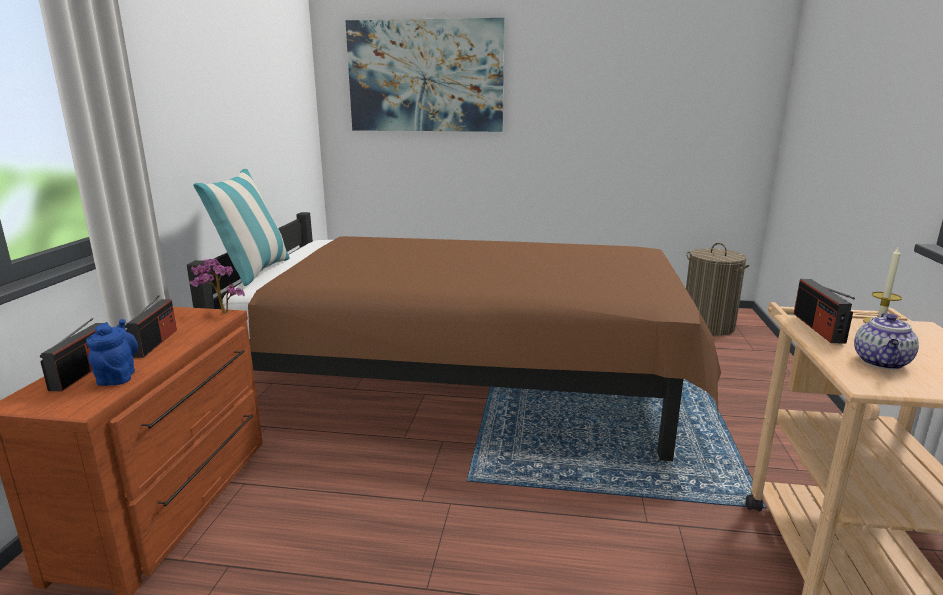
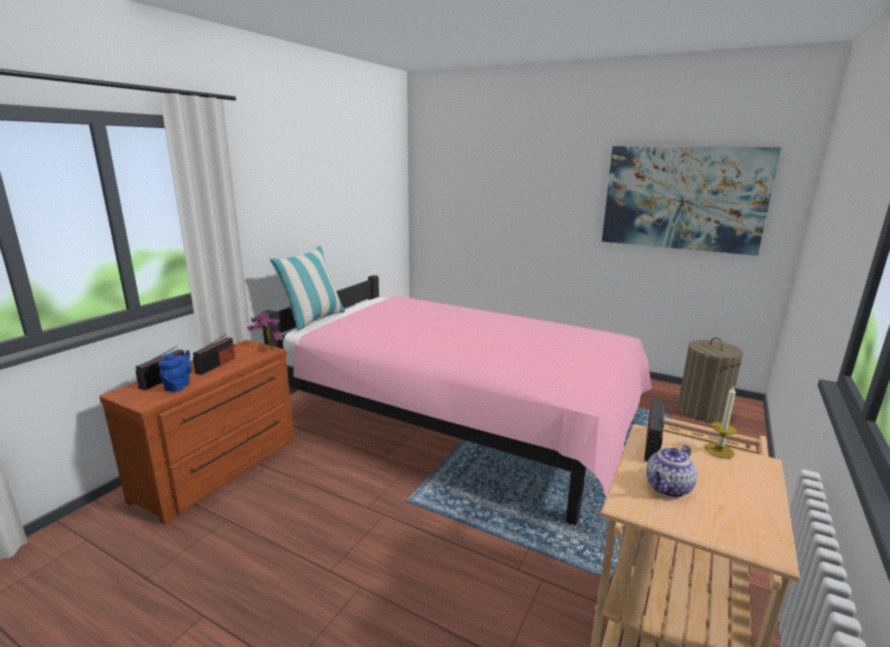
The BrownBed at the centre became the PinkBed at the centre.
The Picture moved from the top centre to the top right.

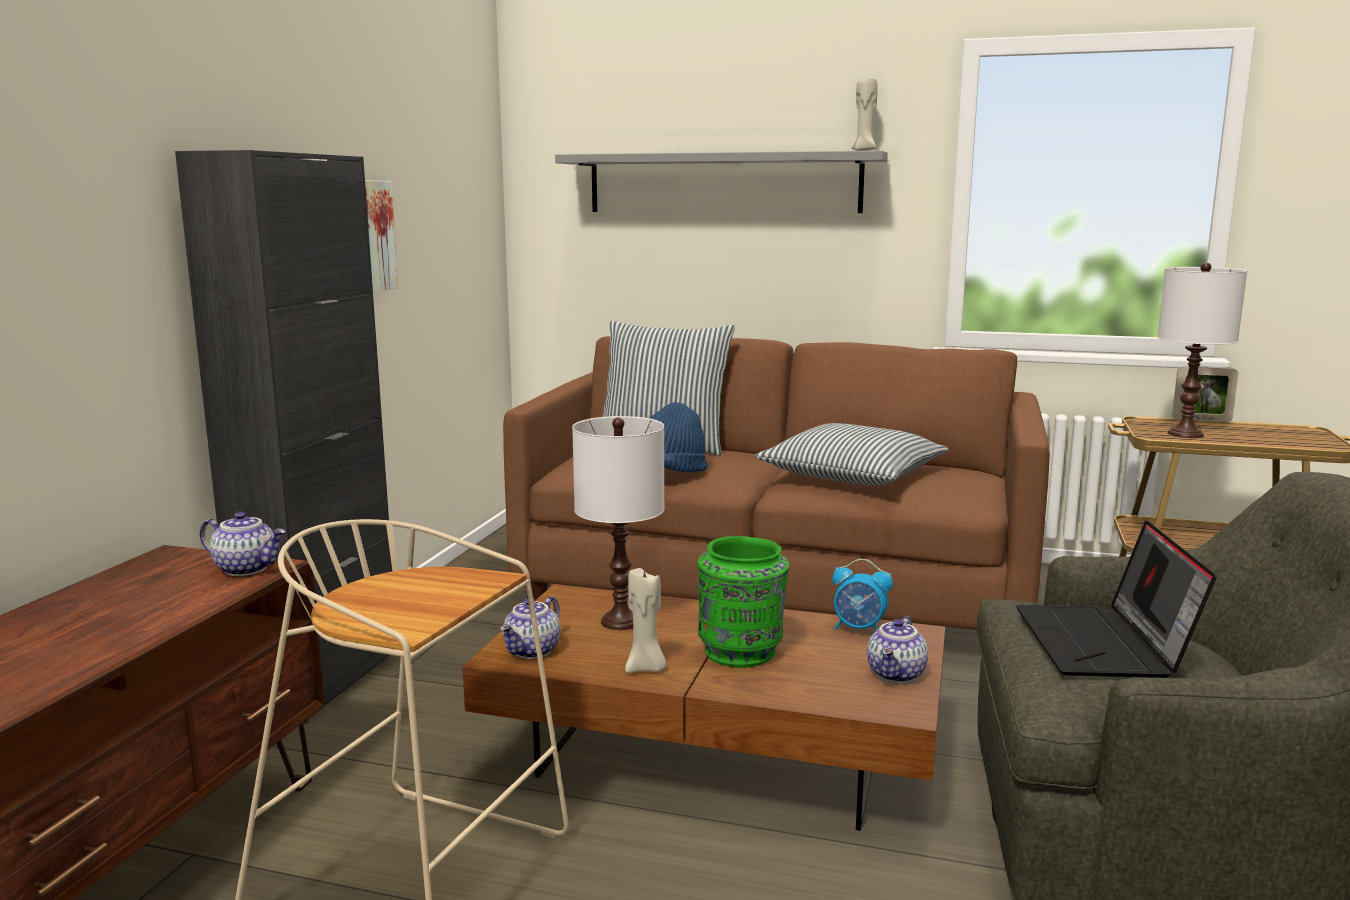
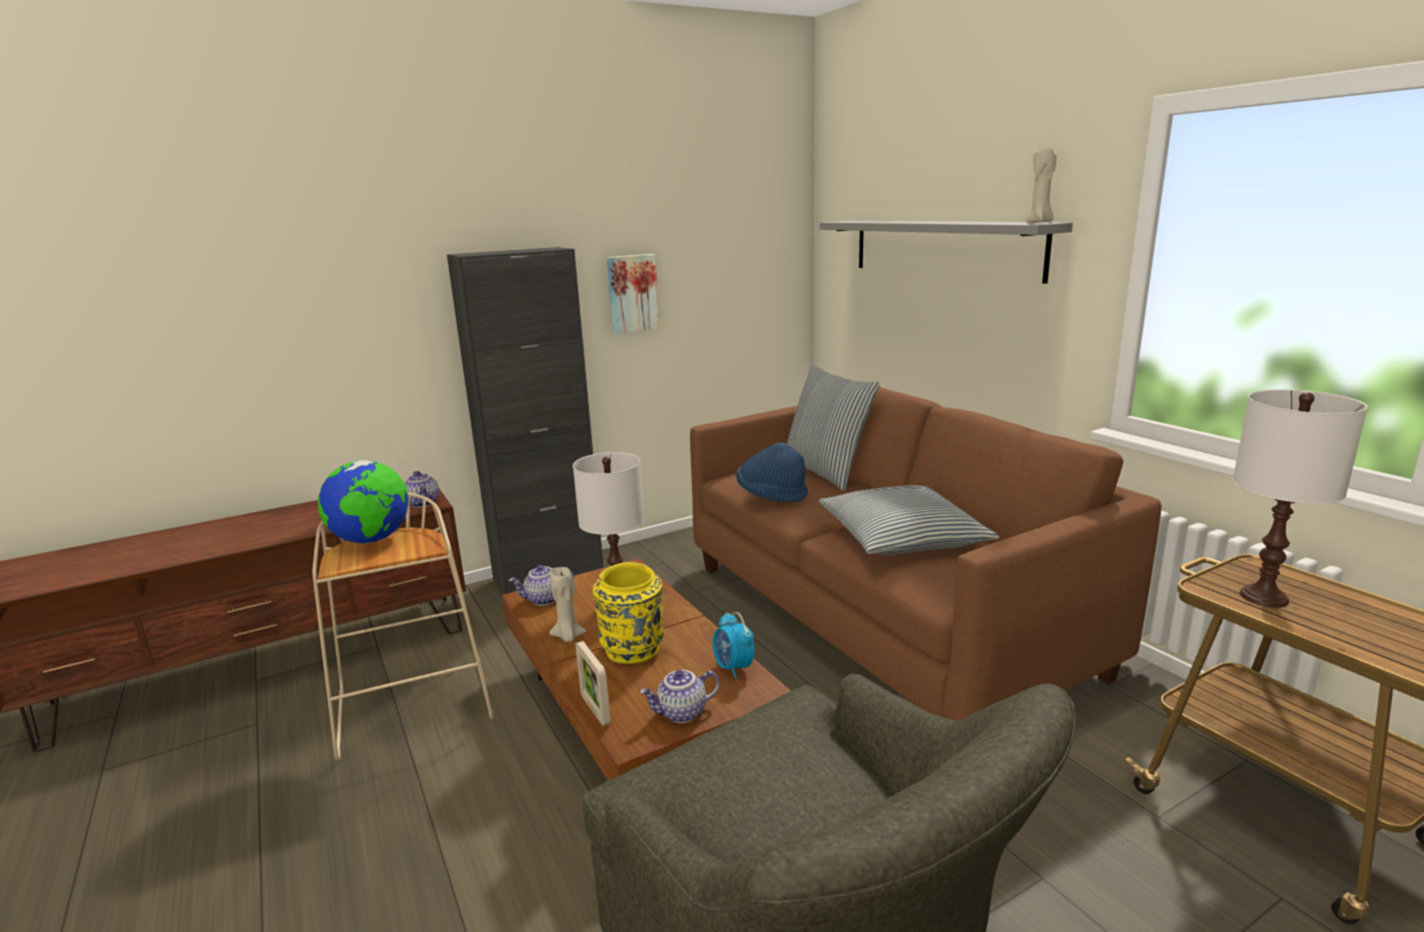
The GreenVase at the bottom centre became the YellowVase at the centre.
The Laptop at the middle right disappeared.
The PictureFrame moved from the middle right to the bottom centre.
The Globe at the middle left appeared.

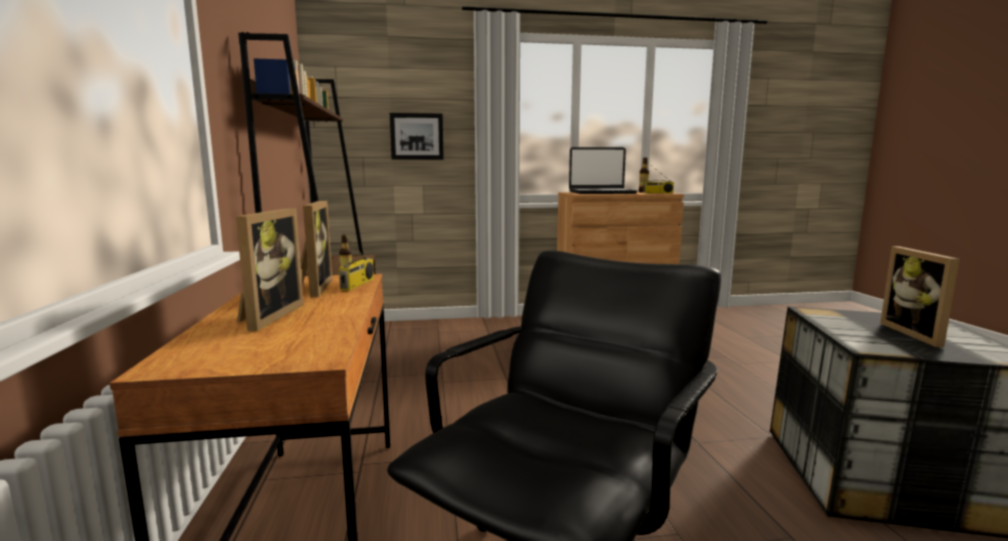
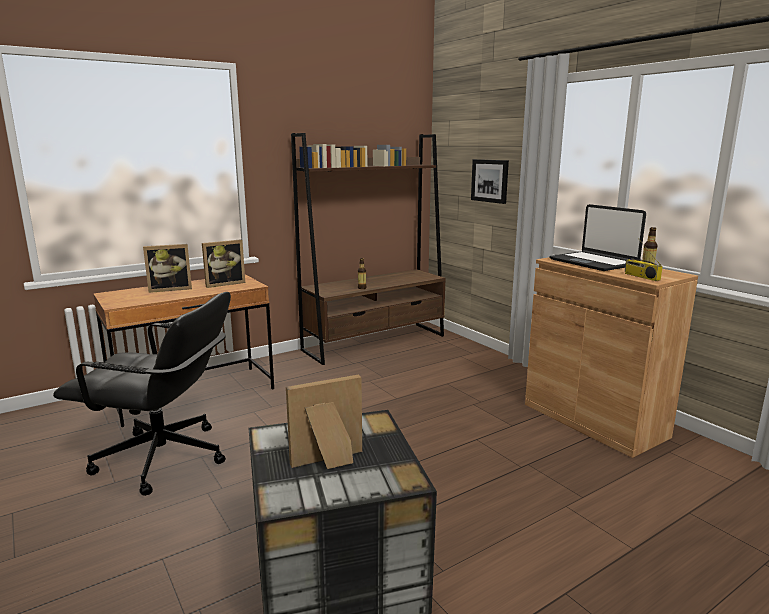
The Radio (no. 1 from left) at the centre disappeared.

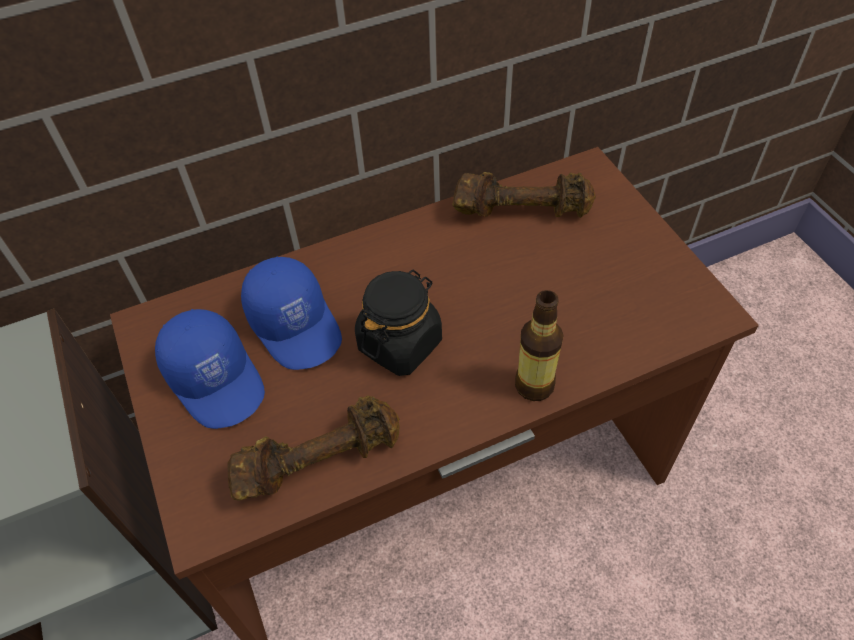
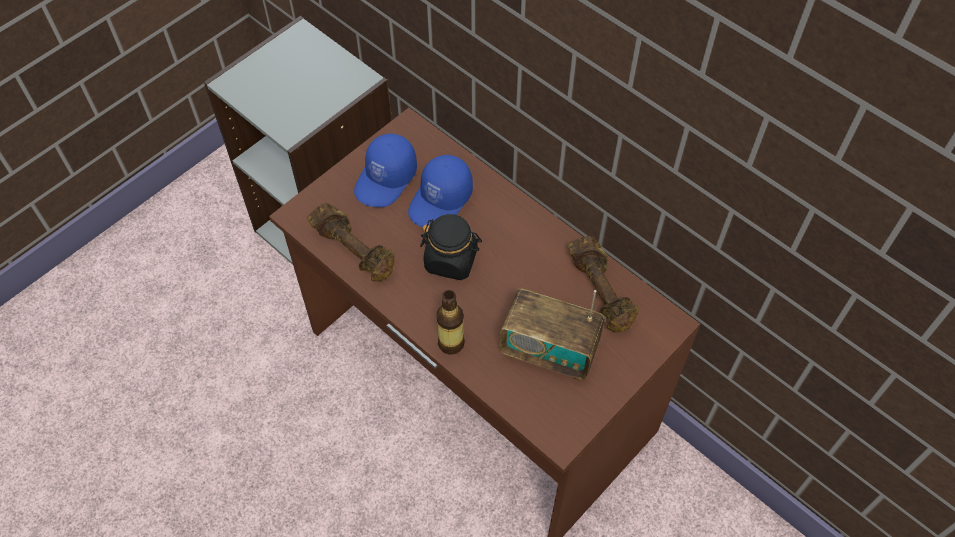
The Radio at the centre appeared.

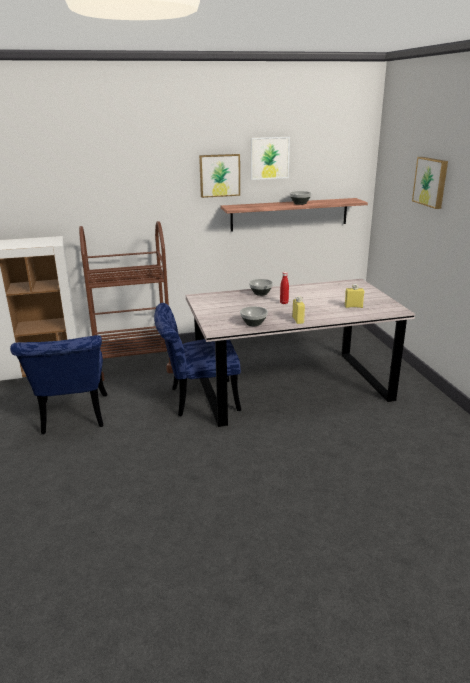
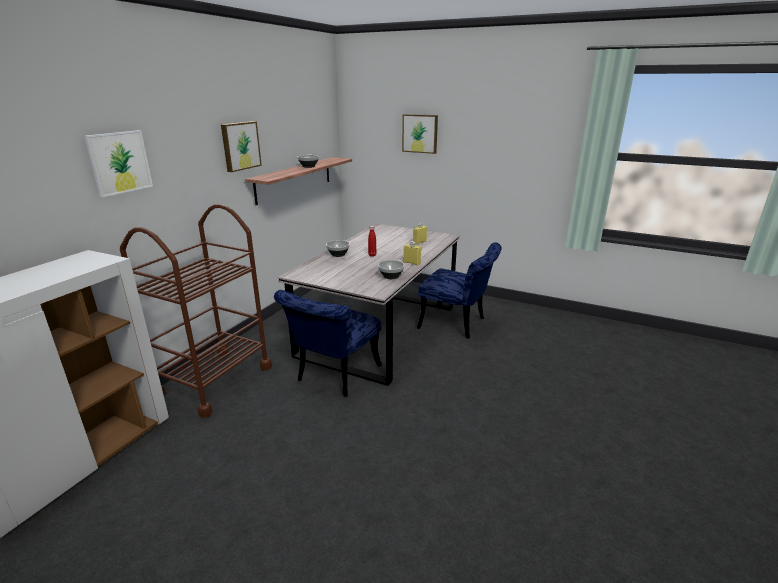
The BlueChair (no. 1 from left in the first image) moved from the middle left to the centre.
The Picture (no. 2 from left in the first image) moved from the top centre to the top left.

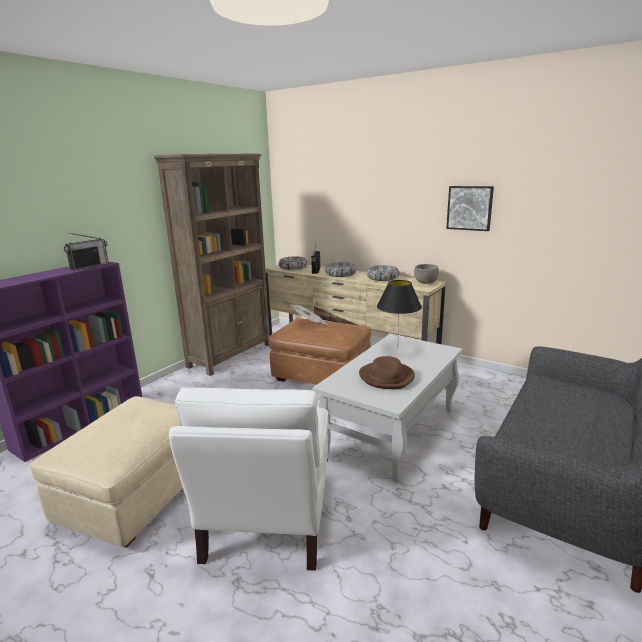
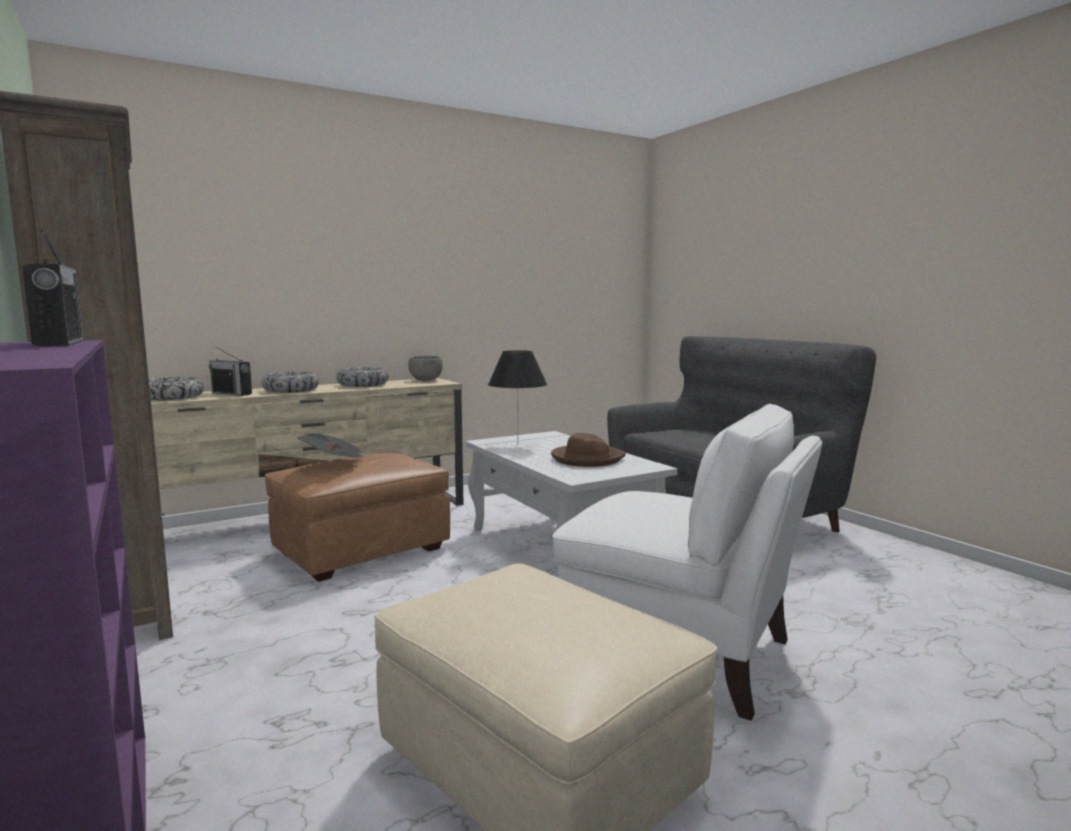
The Picture at the top right disappeared.

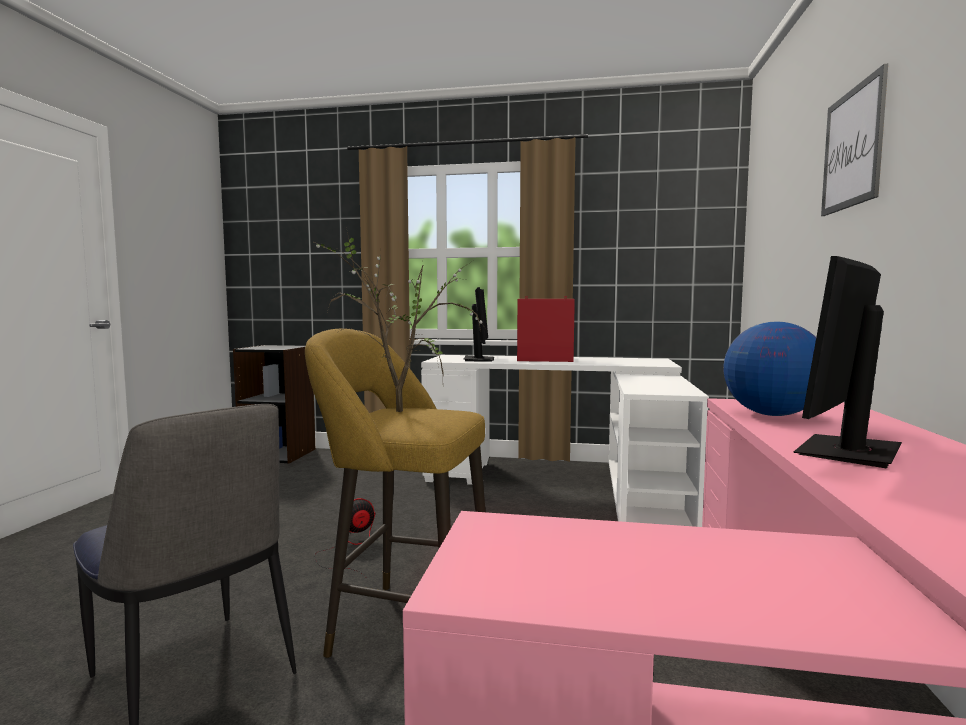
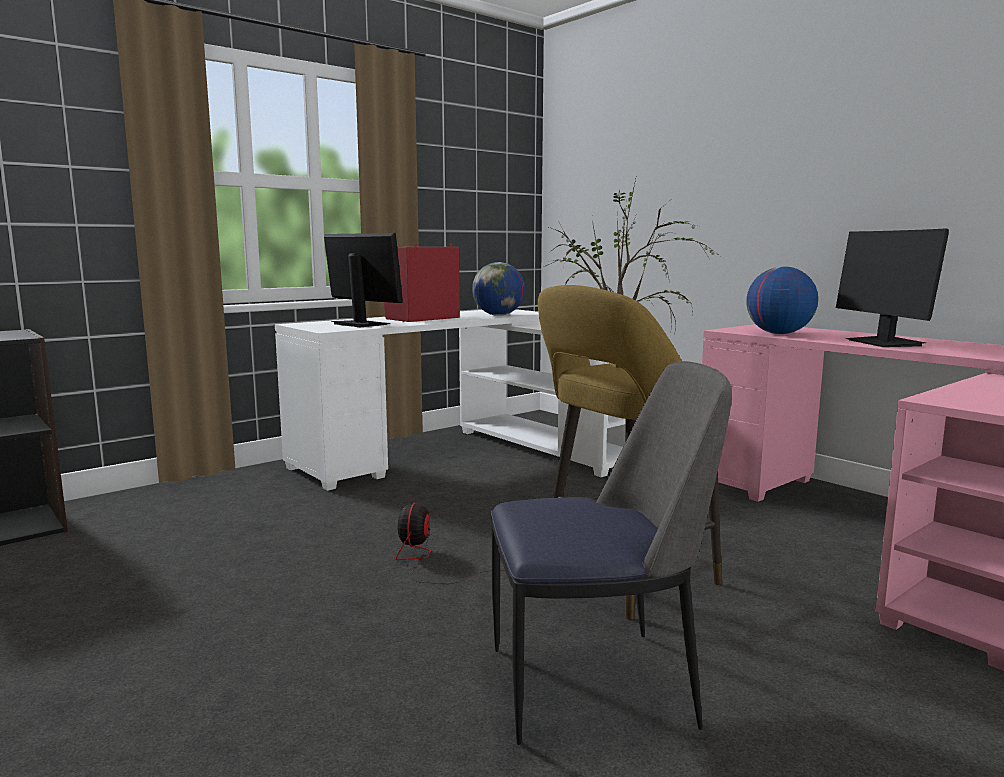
The Picture at the top right disappeared.
The Globe (no. 1 from left) at the centre appeared.

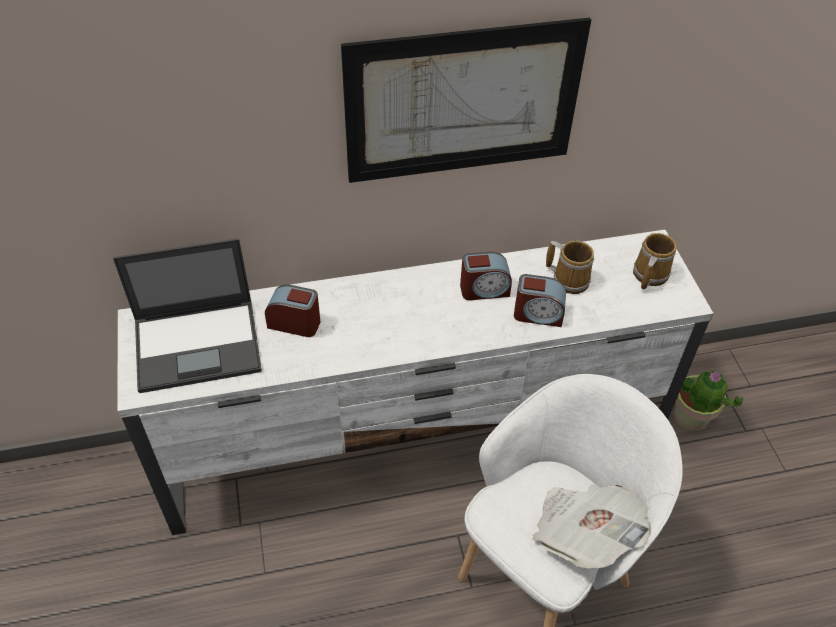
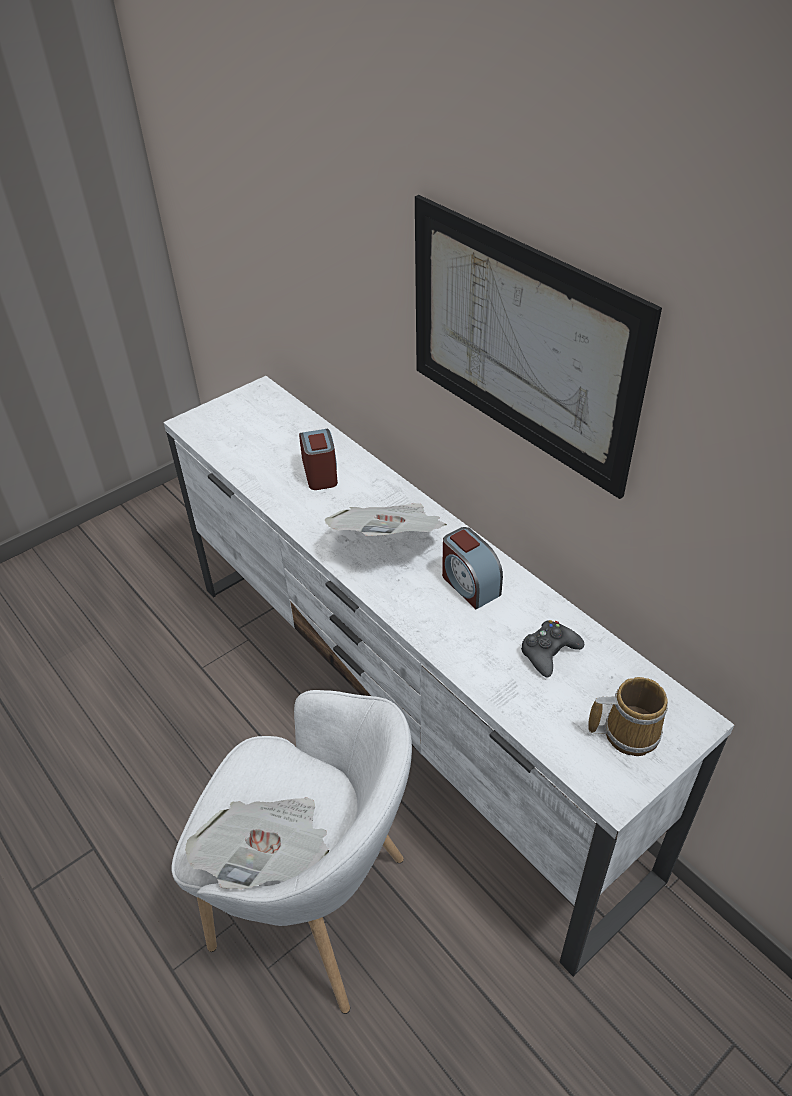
The Laptop at the middle left disappeared.
The AlarmClock (no. 3 from left) at the centre disappeared.
The Mug (no. 1 from left) at the middle right was replaced by the BlackGameController at the middle right.
The PottedPlant at the middle right disappeared.
The Newspaper (no. 2 from left) at the centre appeared.

